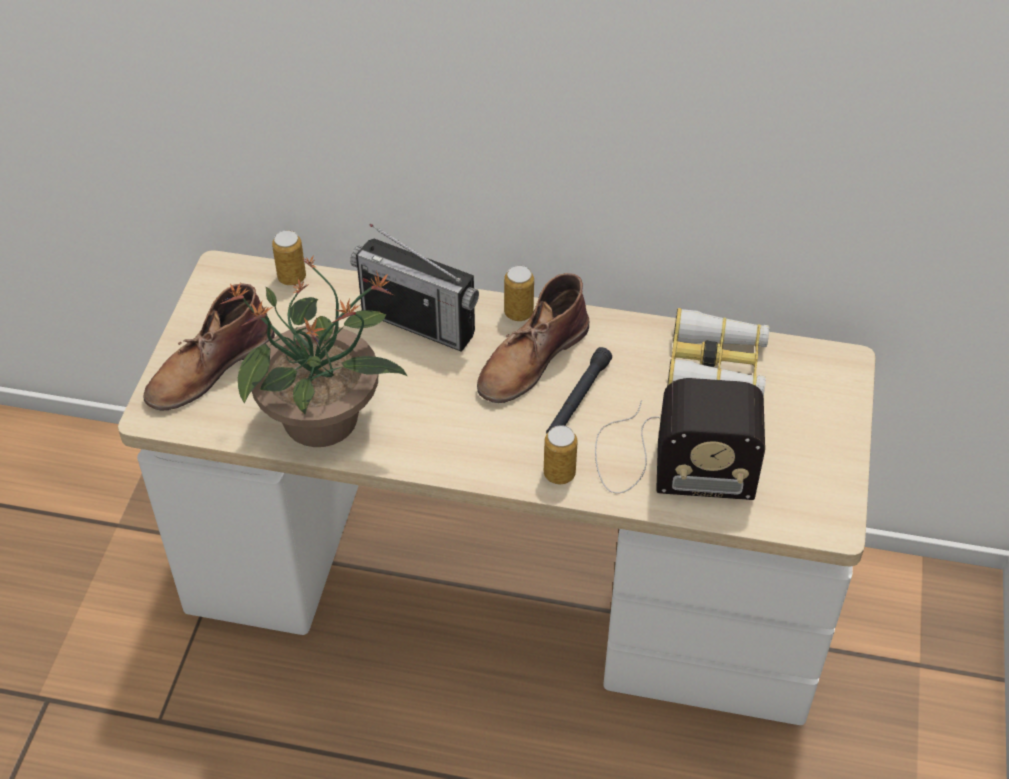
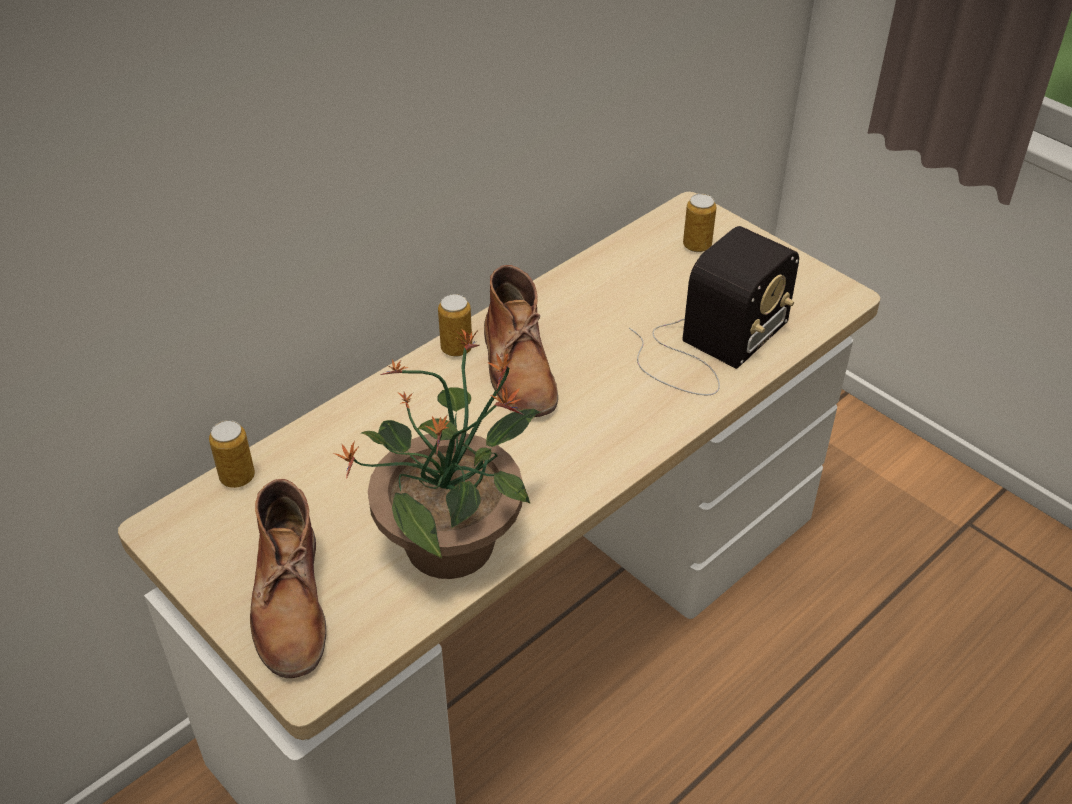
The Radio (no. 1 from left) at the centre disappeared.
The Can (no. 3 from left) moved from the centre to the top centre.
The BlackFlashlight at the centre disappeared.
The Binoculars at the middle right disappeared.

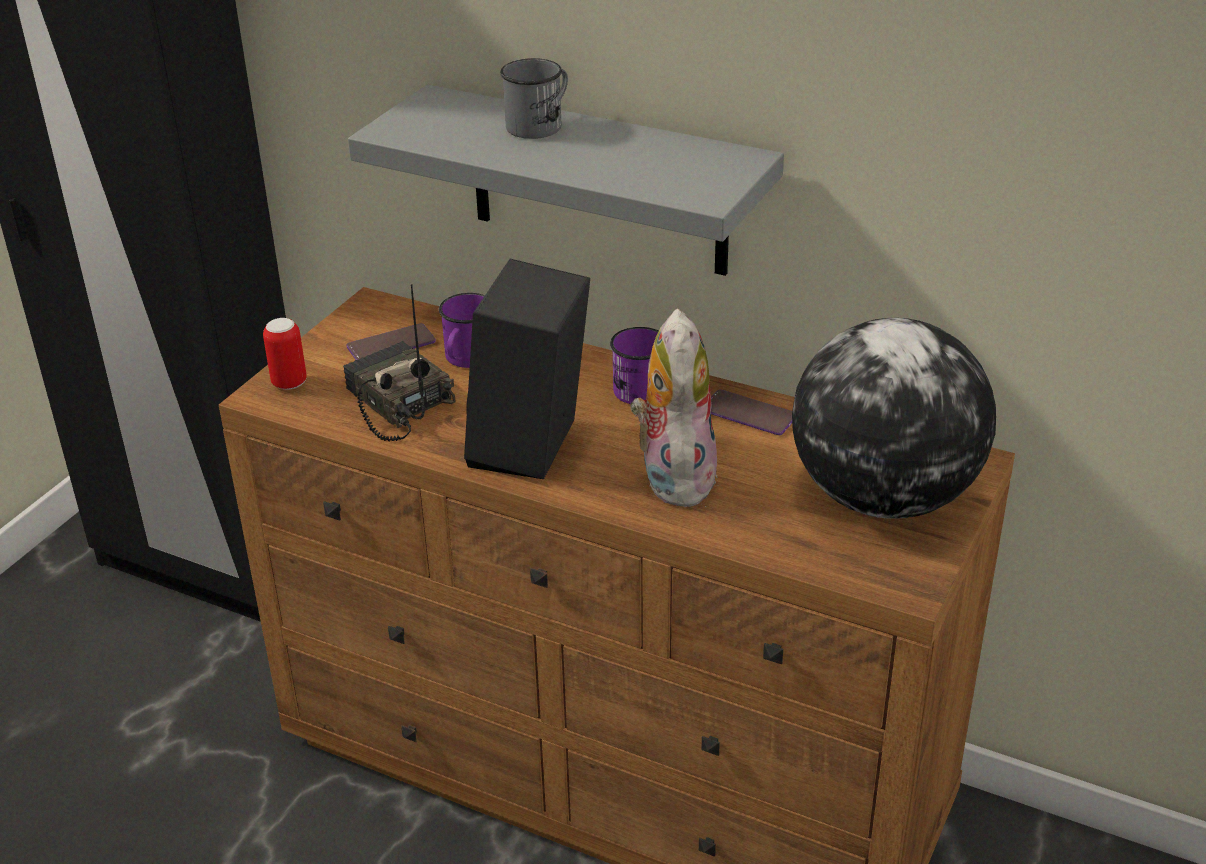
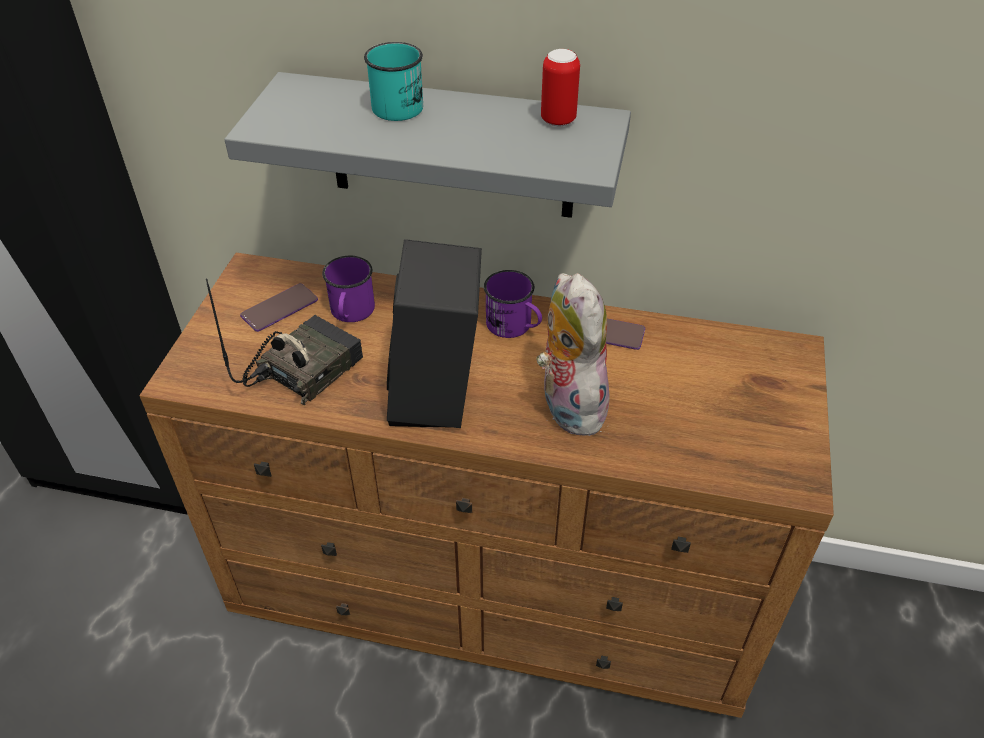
The Can moved from the middle left to the top centre.
The Radio at the middle left turned 90 degrees clockwise.
The GreyMug at the top centre became the TurquoiseMug at the top centre.
The Globe at the middle right disappeared.

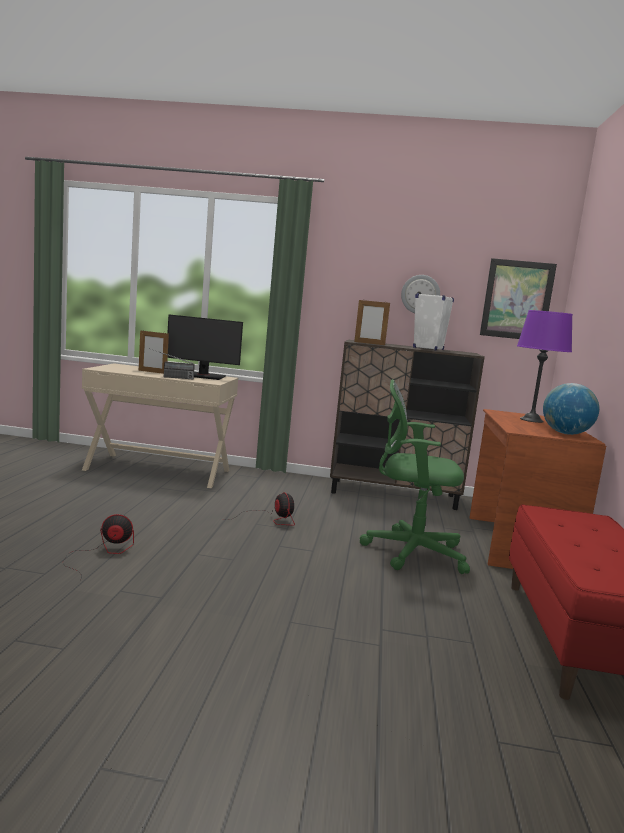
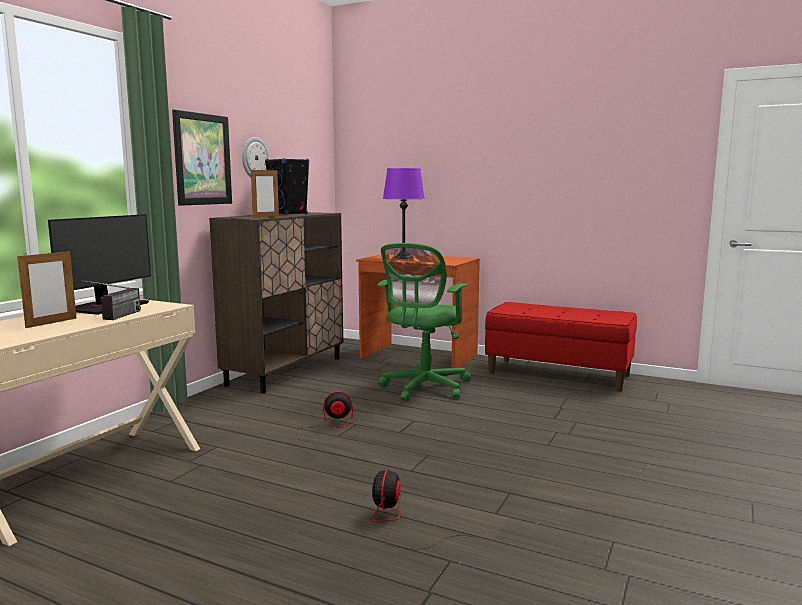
The WhiteSpeaker at the middle right became the BlackSpeaker at the top centre.
The Picture moved from the middle right to the top left.
The Globe at the middle right disappeared.

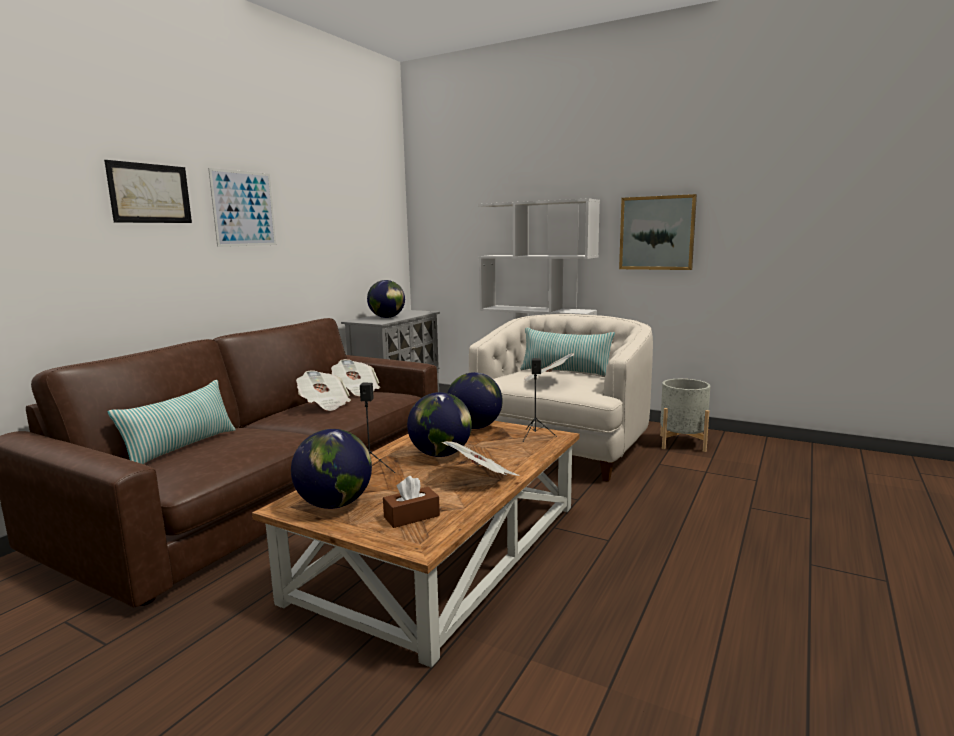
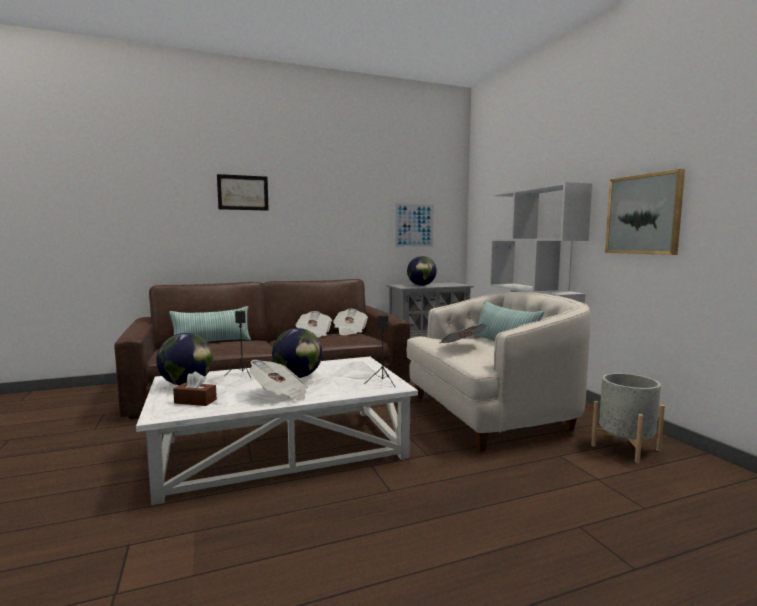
The Picture (no. 2 from left) moved from the top left to the centre.
The BrownCoffeeTable at the bottom centre became the WhiteCoffeeTable at the bottom centre.
The Globe (no. 4 from left) at the centre disappeared.

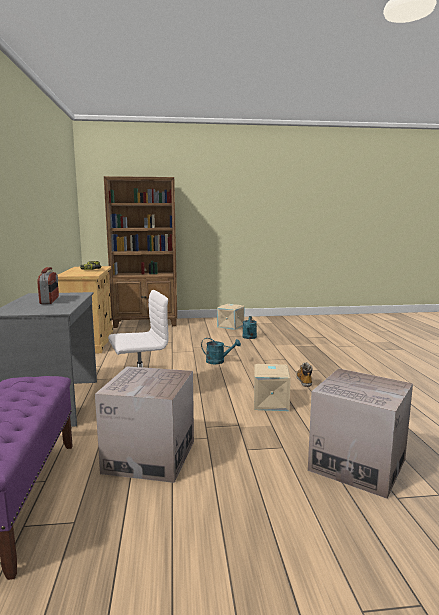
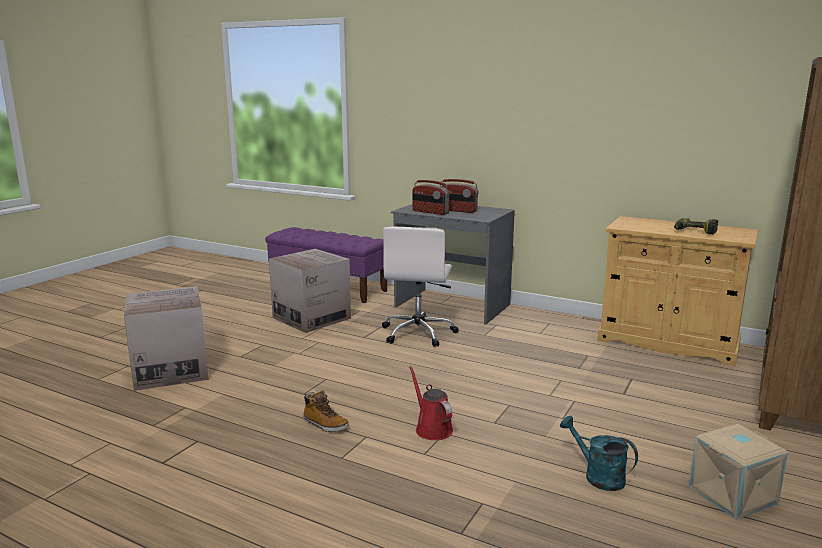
The TurquoiseWateringCan (no. 1 from left) at the centre disappeared.
The BeigeStorageBox (no. 2 from left) at the centre disappeared.
The RedWateringCan at the bottom centre appeared.
The Radio (no. 1 from left) at the centre appeared.

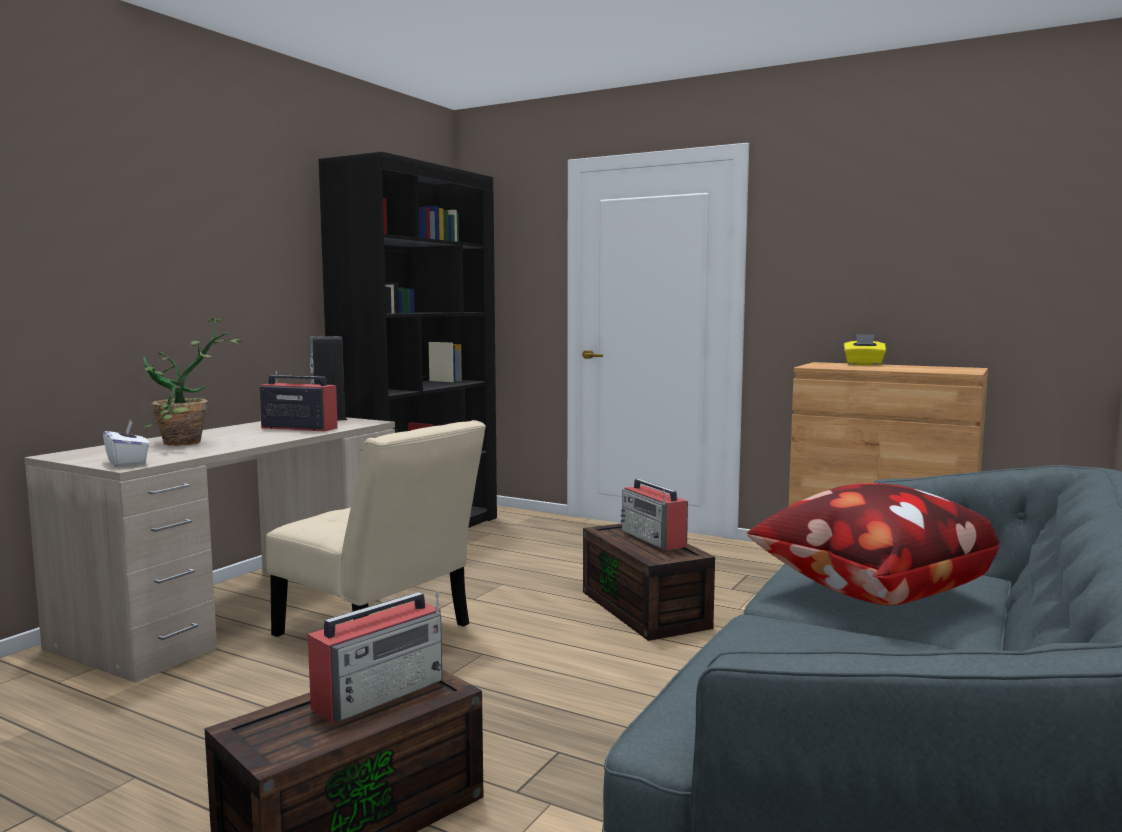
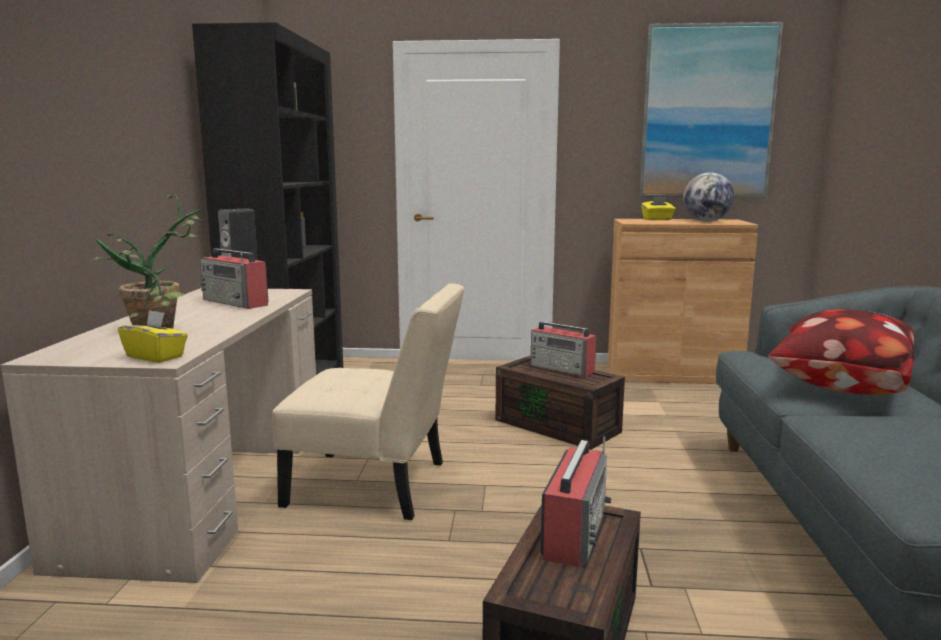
The WhiteTissueBox at the middle left became the YellowTissueBox (no. 1 from left) at the middle left.
The Radio (no. 1 from left) at the middle left turned 135 degrees counterclockwise.
The Picture at the top right appeared.
The Globe at the top right appeared.

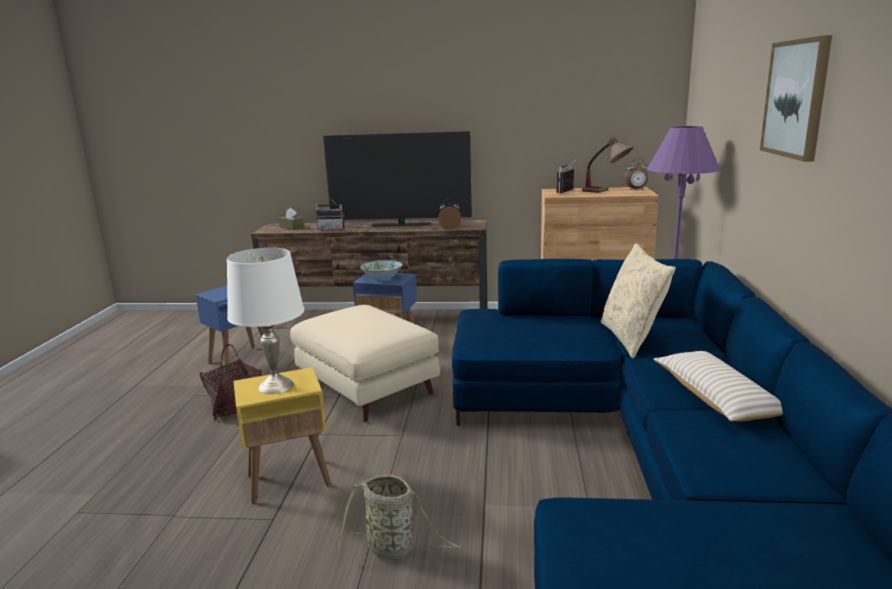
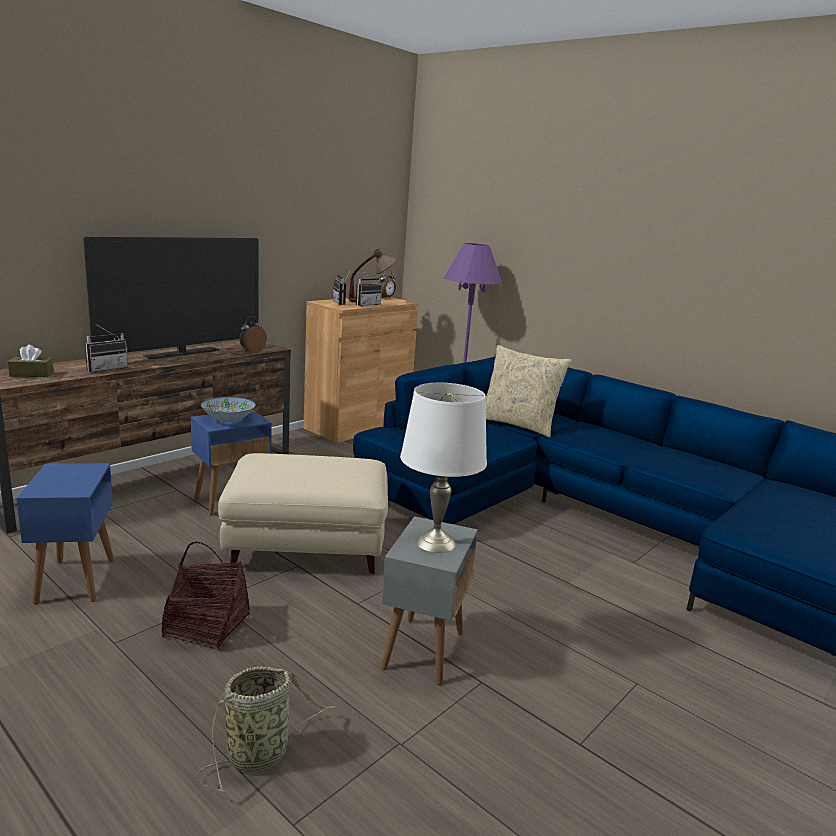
The YellowSideTable at the bottom left became the GreySideTable at the bottom centre.
The Basket (no. 2 from left) moved from the bottom centre to the bottom left.
The BeigePillow (no. 2 from left) at the middle right disappeared.
The Picture at the top right disappeared.
The Radio (no. 3 from left) at the centre appeared.

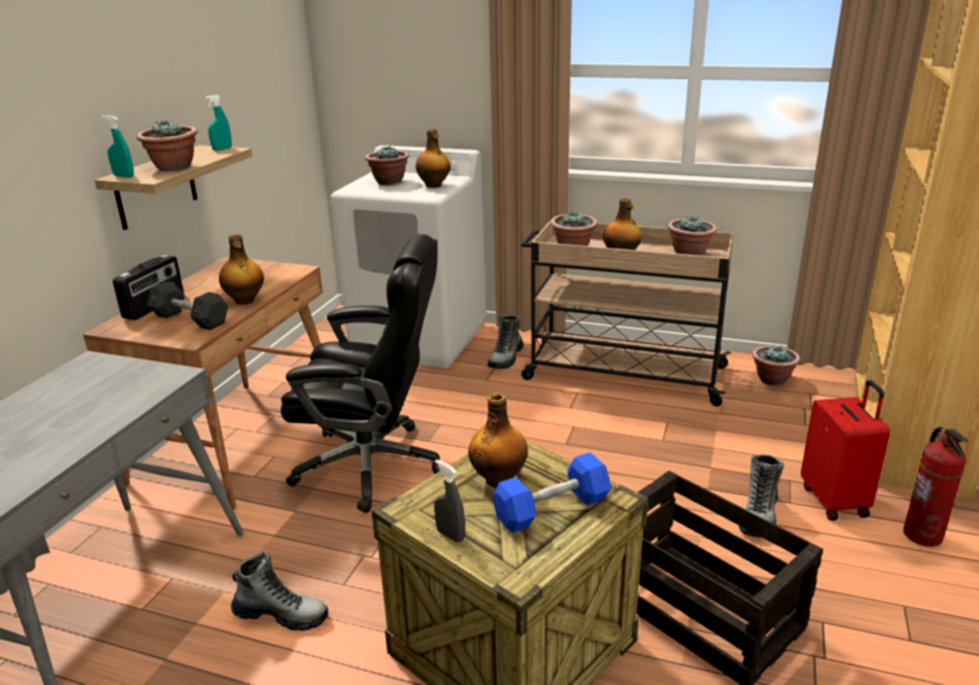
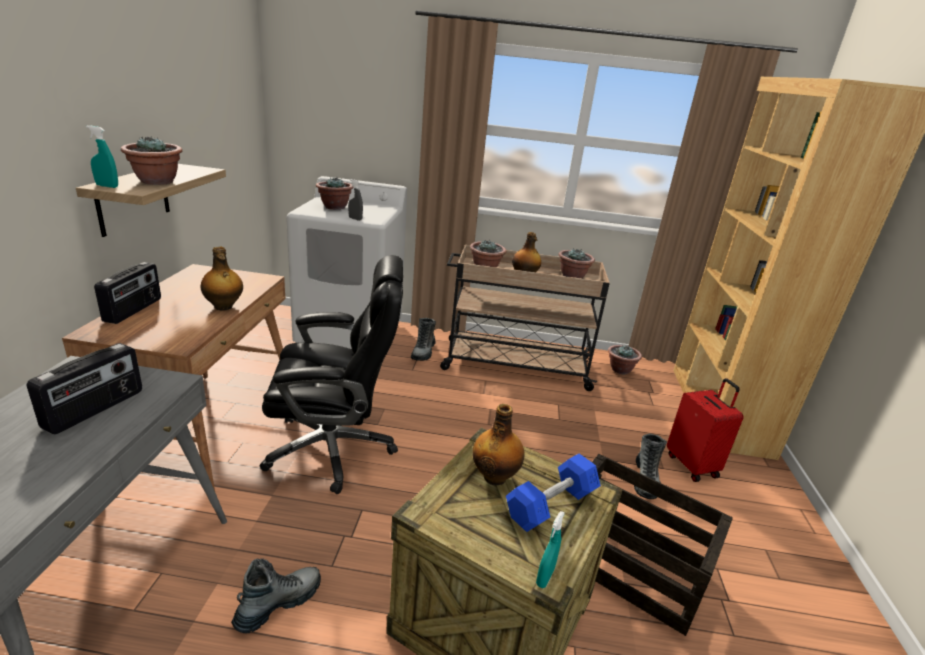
The GreyDumbbell at the middle left disappeared.
The TurquoiseSprayBottle (no. 2 from left) moved from the top left to the bottom centre.
The Boot (no. 1 from left) at the bottom left turned 45 degrees counterclockwise.
The Bottle (no. 2 from left) at the top centre disappeared.
The GreySprayBottle moved from the bottom centre to the top centre.
The FireExtinguisher at the bottom right disappeared.
The Radio (no. 1 from left) at the middle left appeared.

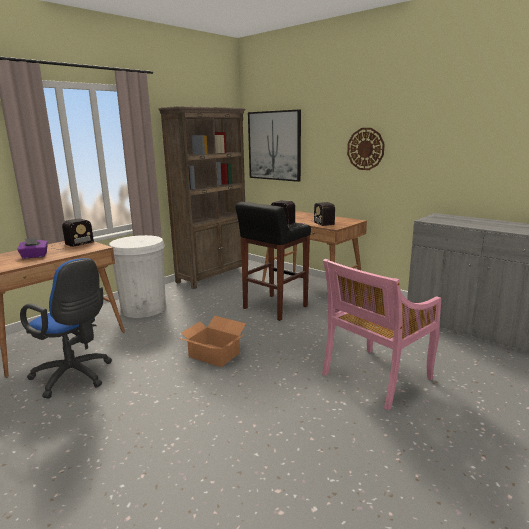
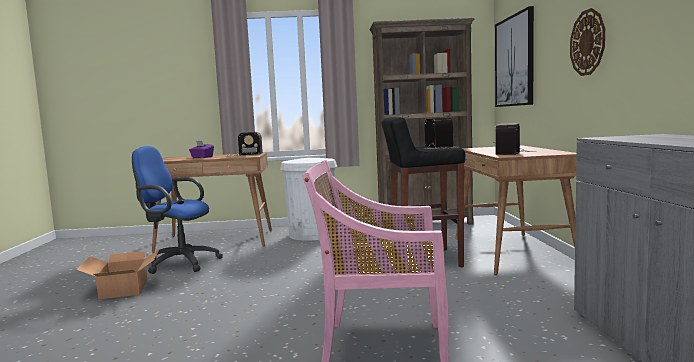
The BlueOfficeChair at the middle left turned 120 degrees clockwise.
The CardboardBox moved from the centre to the bottom left.

